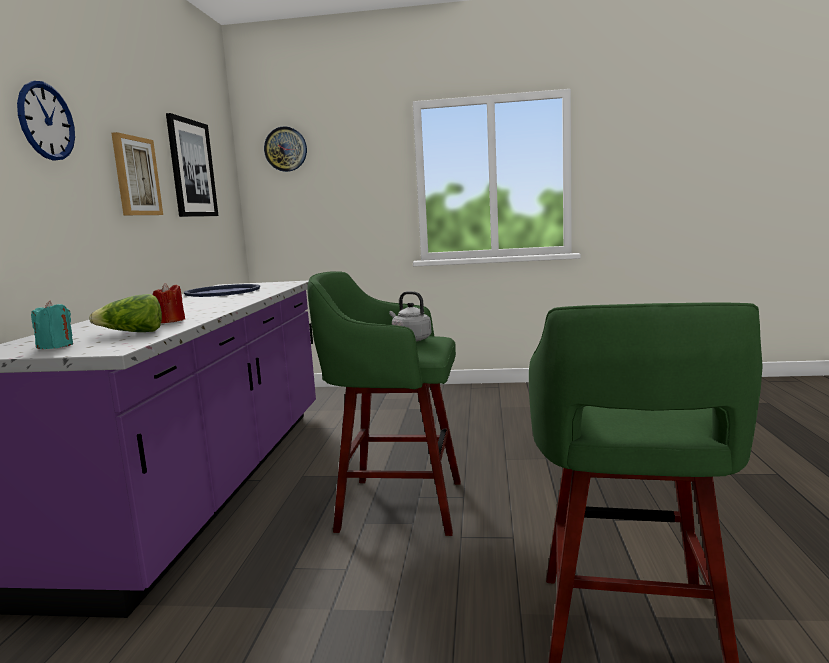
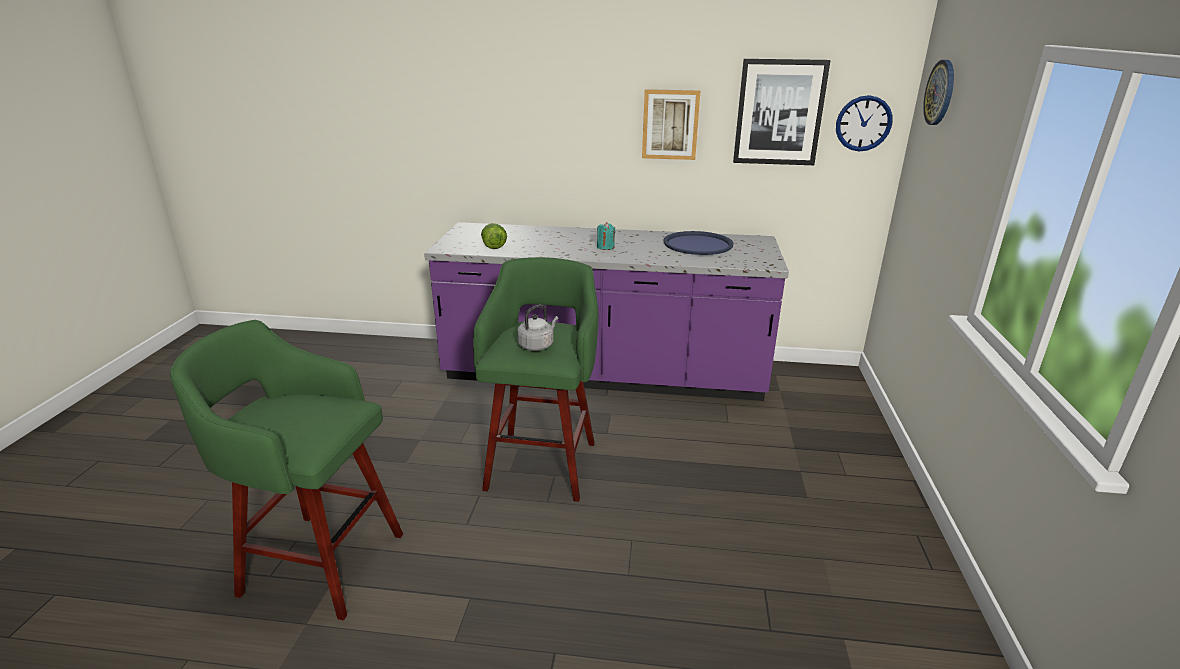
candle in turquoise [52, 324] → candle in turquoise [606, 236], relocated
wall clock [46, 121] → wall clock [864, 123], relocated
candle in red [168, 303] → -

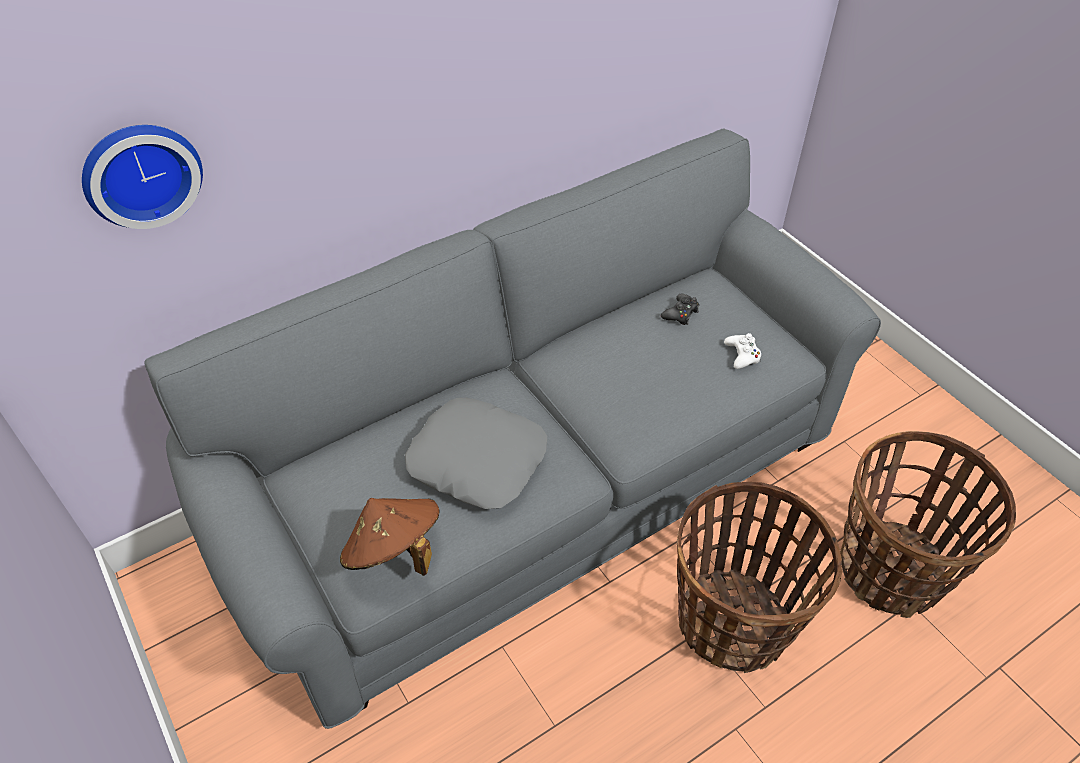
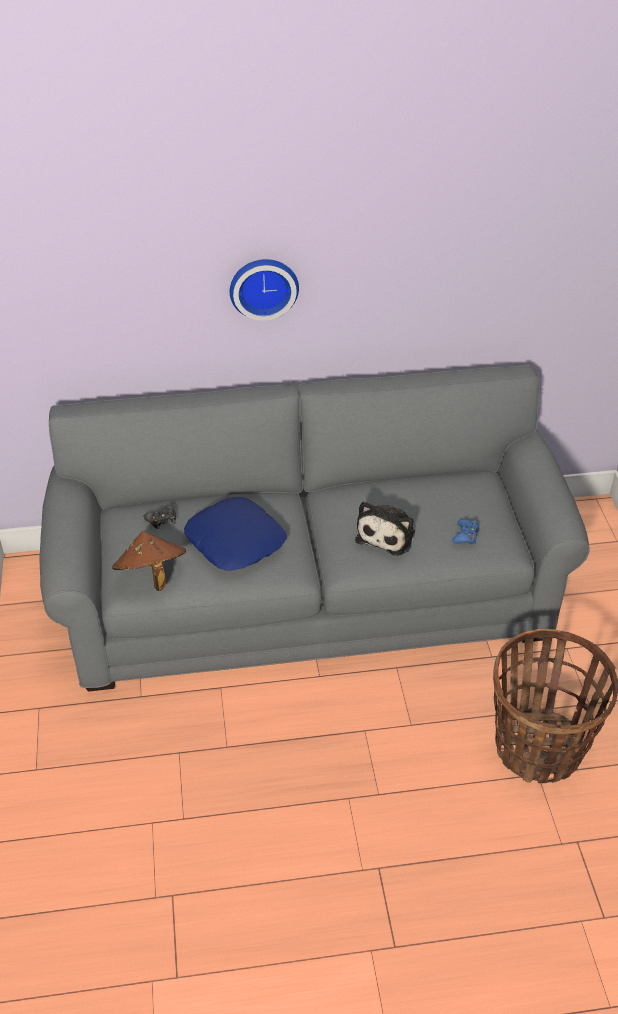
game controller in black [680, 309] → game controller in black [159, 517], relocated
pillow in grey [476, 453] → pillow in blue [235, 534]
wall clock [142, 177] → wall clock [264, 290], relocated
- → plush toy [385, 528]
game controller in white [742, 351] → game controller in blue [465, 531]
basket [759, 577] → -

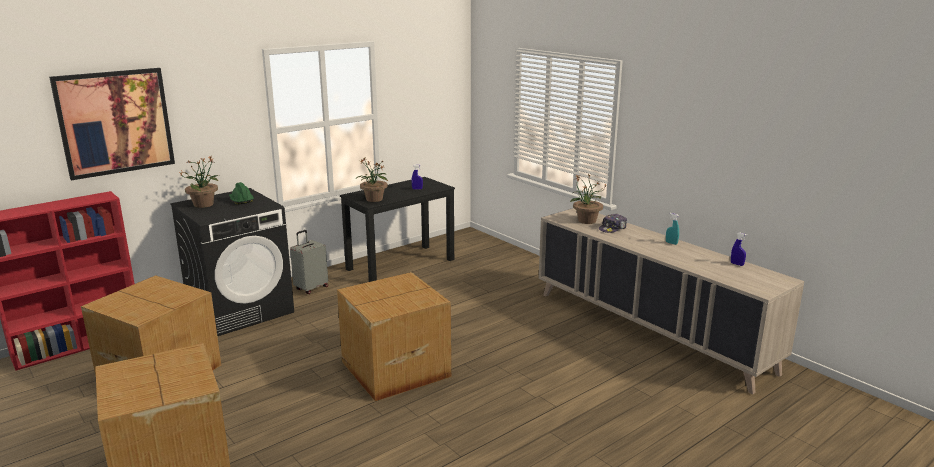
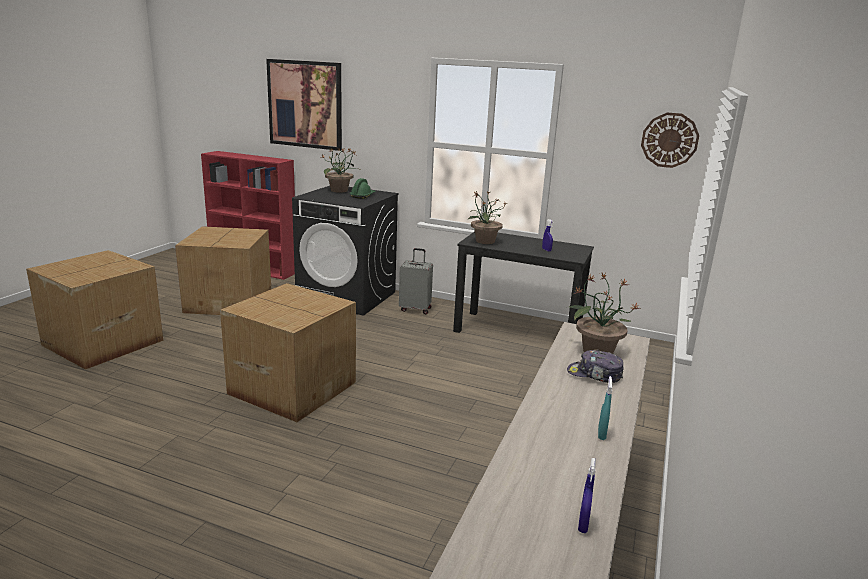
- → wall clock [670, 140]

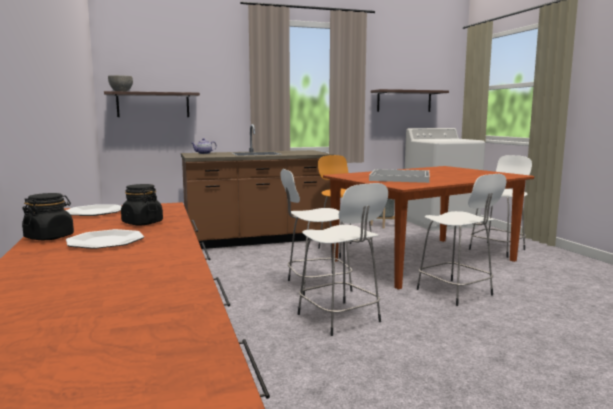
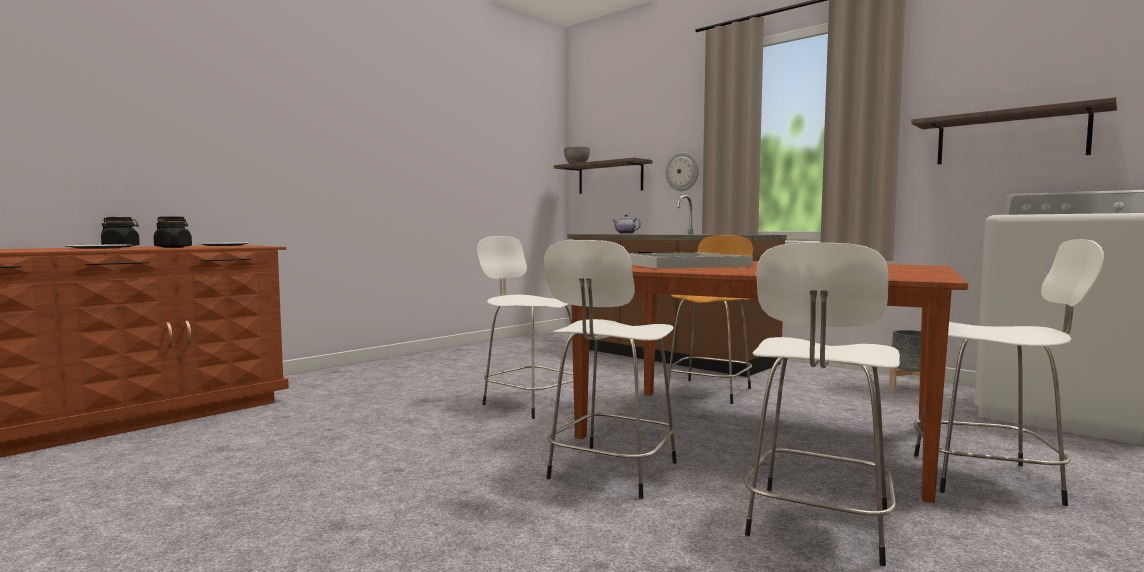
- → wall clock [682, 171]
stool in white [342, 259] → stool in white [822, 404], relocated

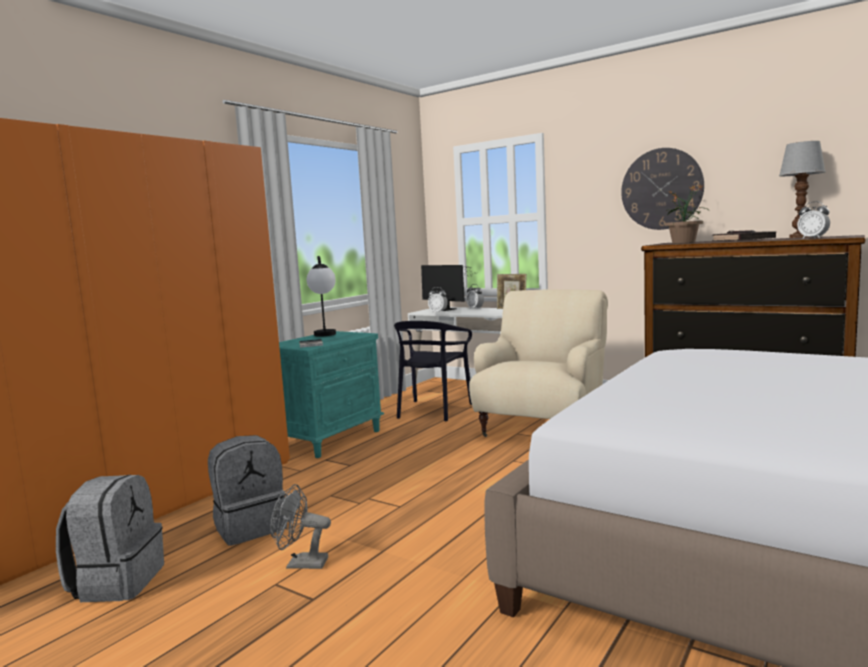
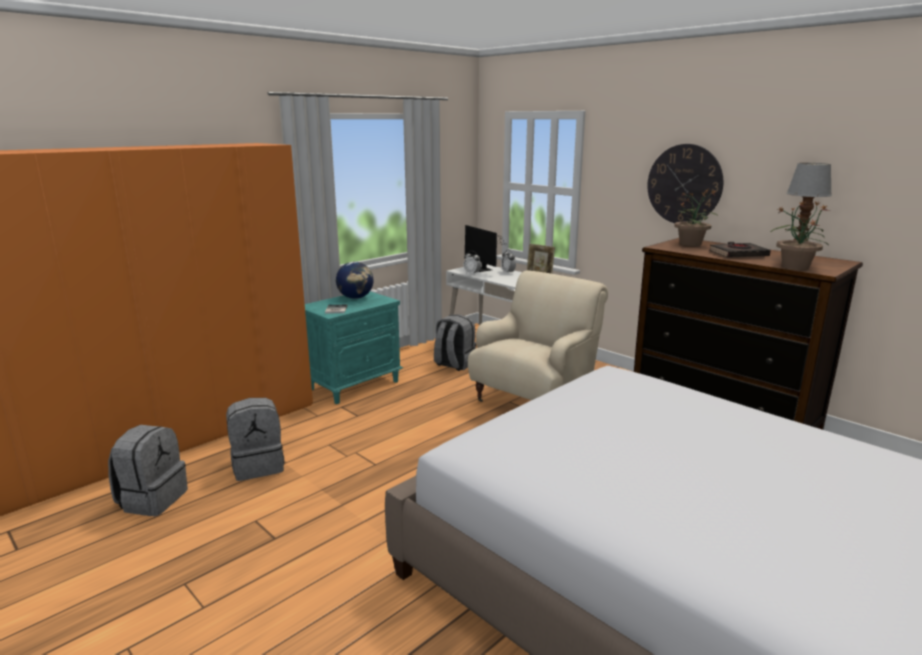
table lamp [321, 296] → globe [354, 280]
chair in black [433, 371] → backpack in grey [455, 342]
alarm clock [813, 220] → potted plant [800, 235]
fan in grey [300, 526] → -

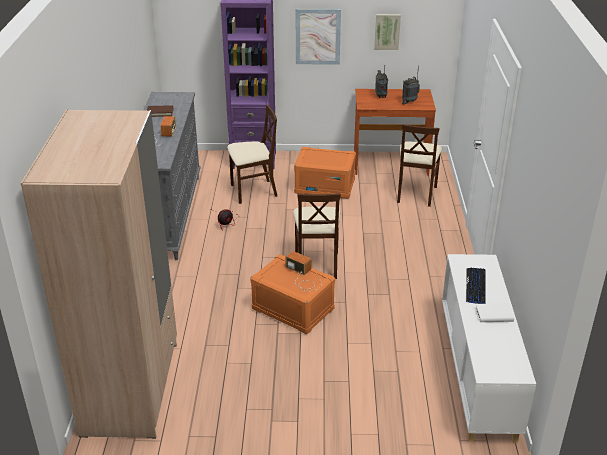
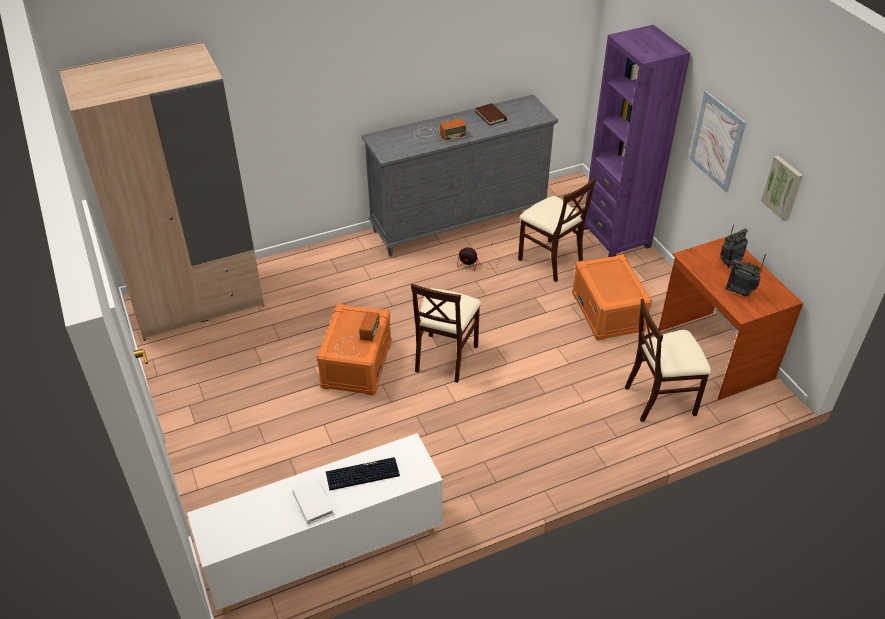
chair in beige [317, 236] → chair in beige [446, 333], 45 degrees counterclockwise

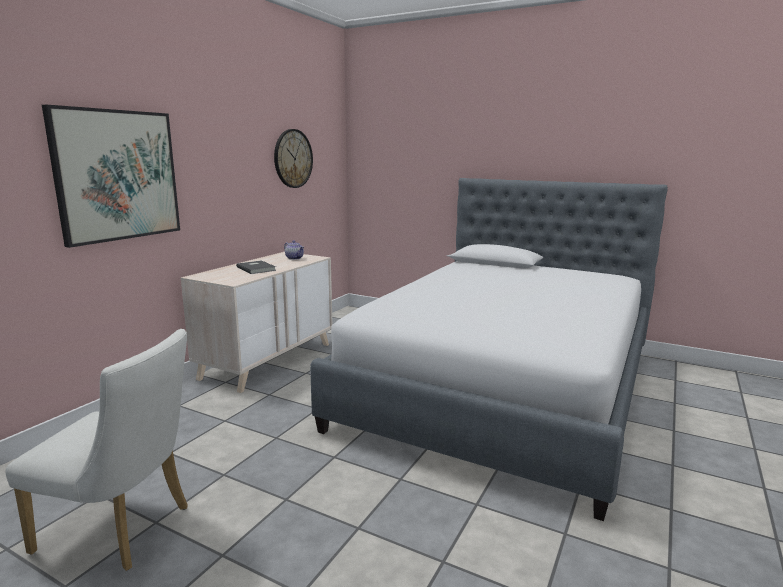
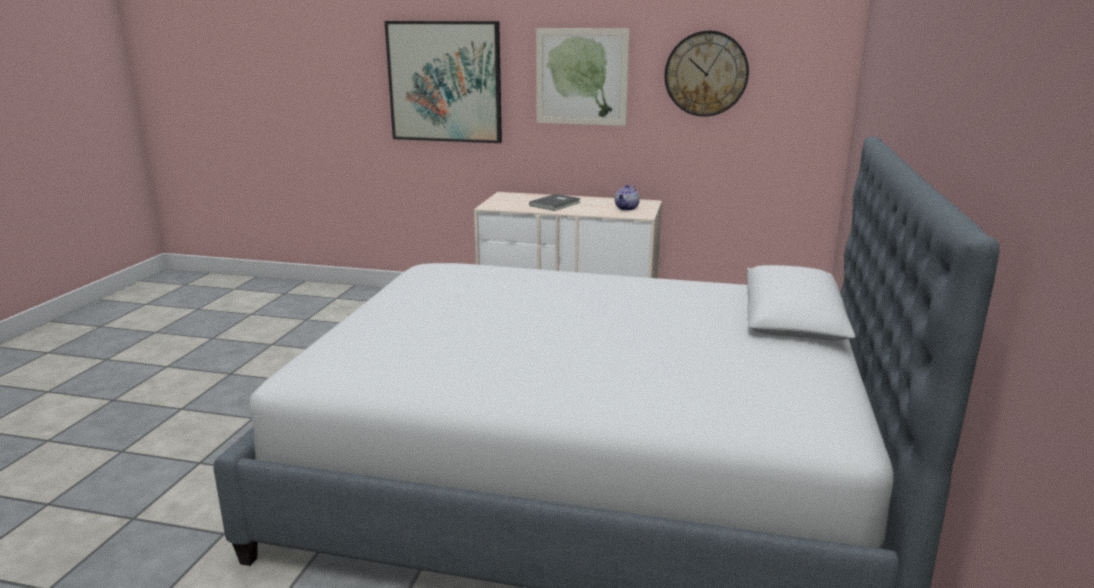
- → picture [583, 77]
chair in white [96, 450] → -

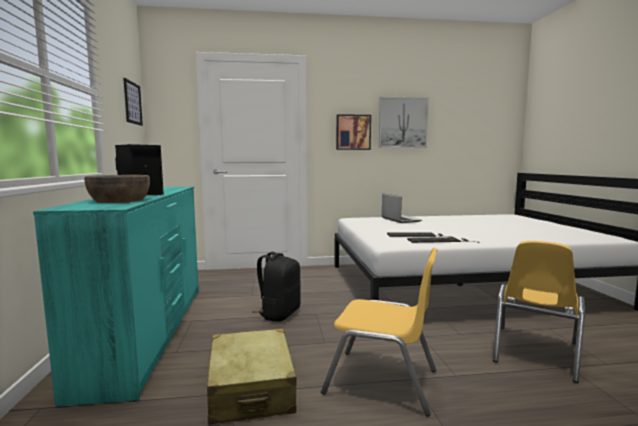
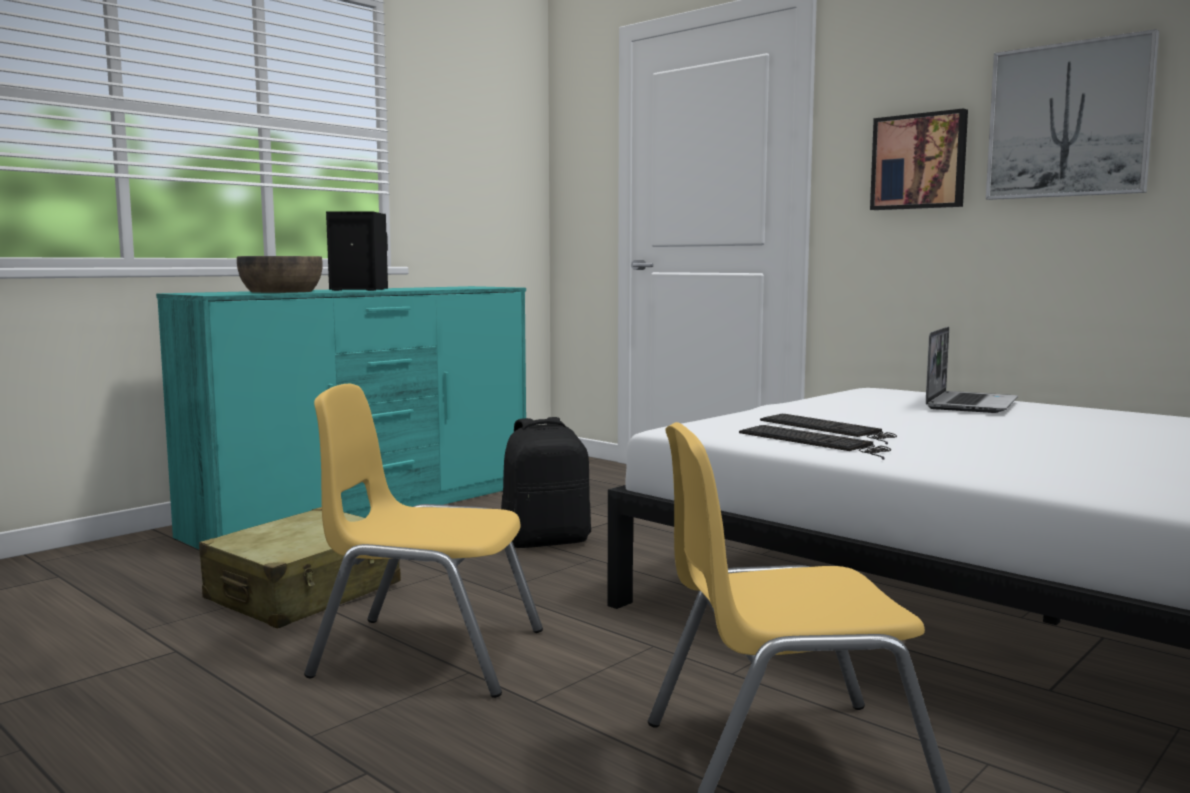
chair in yellow [379, 332] → chair in yellow [423, 541], 120 degrees clockwise
picture [133, 102] → -

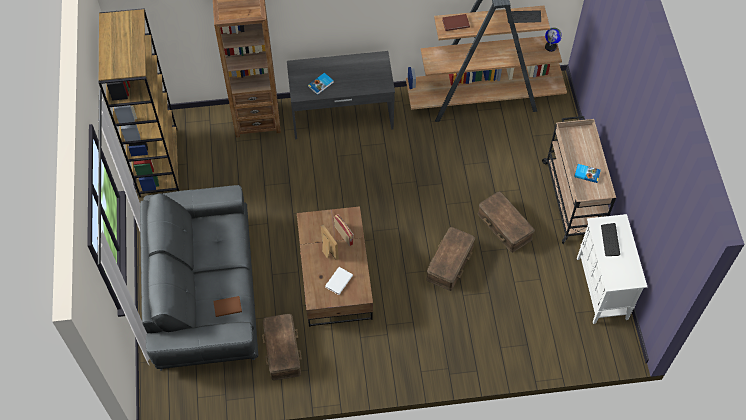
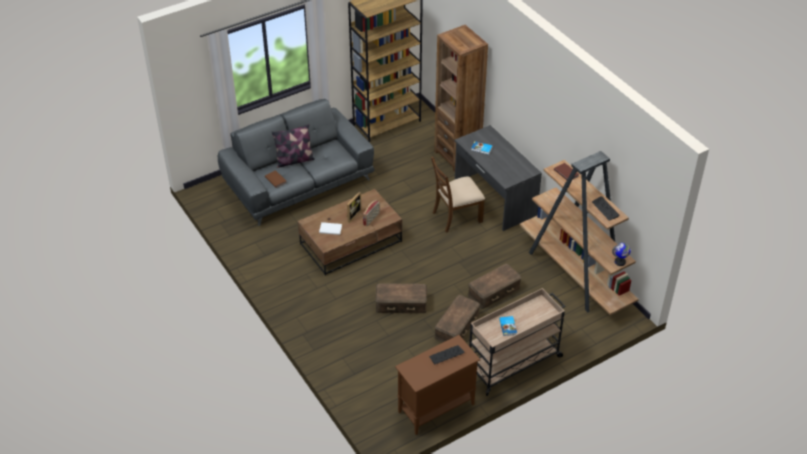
- → pillow [293, 146]
cabinet in white [612, 269] → cabinet in brown [437, 385]
- → chair in brown [458, 195]
storage box in brown [282, 347] → storage box in brown [495, 286], relocated

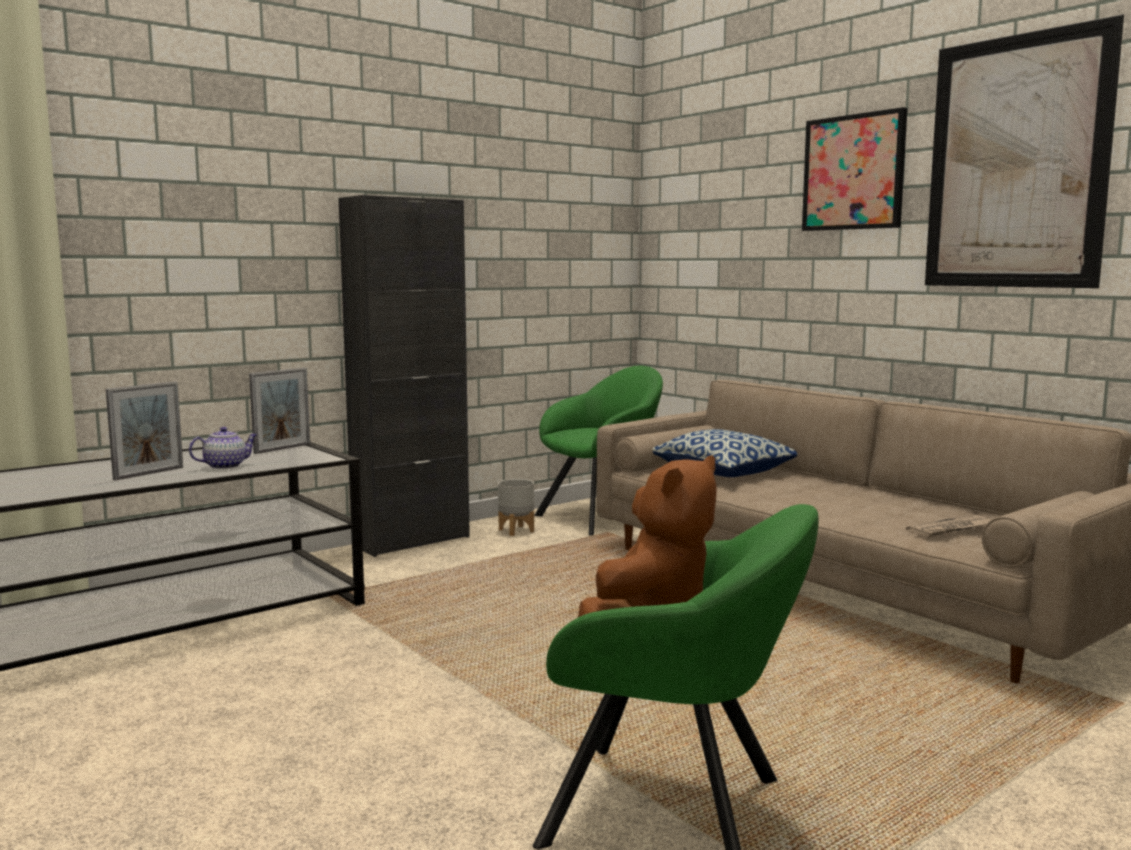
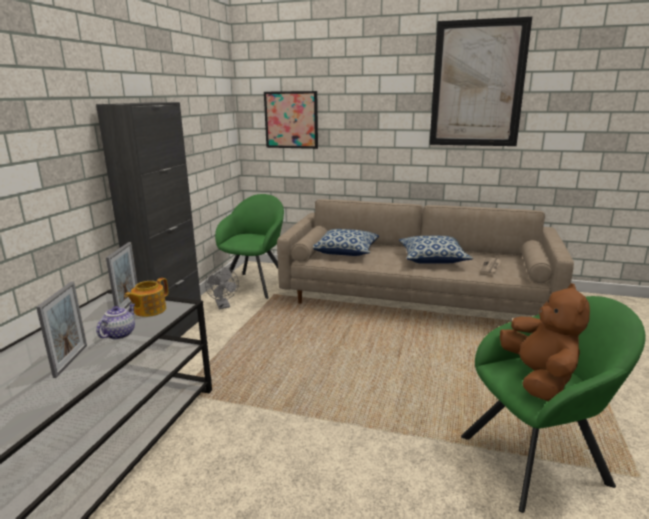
- → teapot [146, 297]
planter in grey [516, 507] → fan in grey [222, 288]
picture [854, 169] → picture [291, 120], relocated
- → pillow [436, 250]

